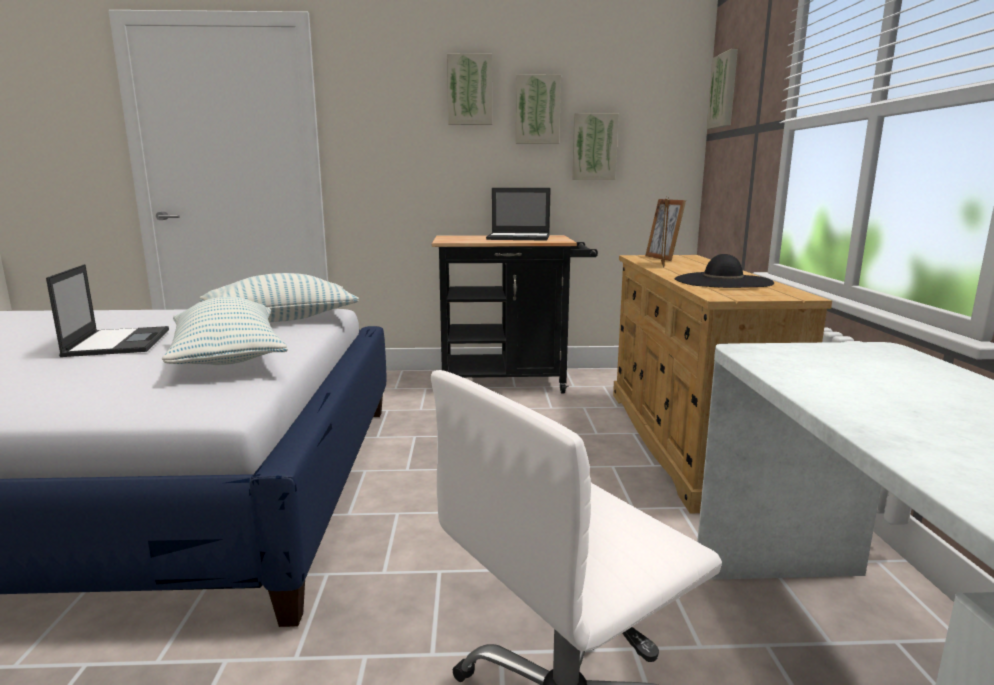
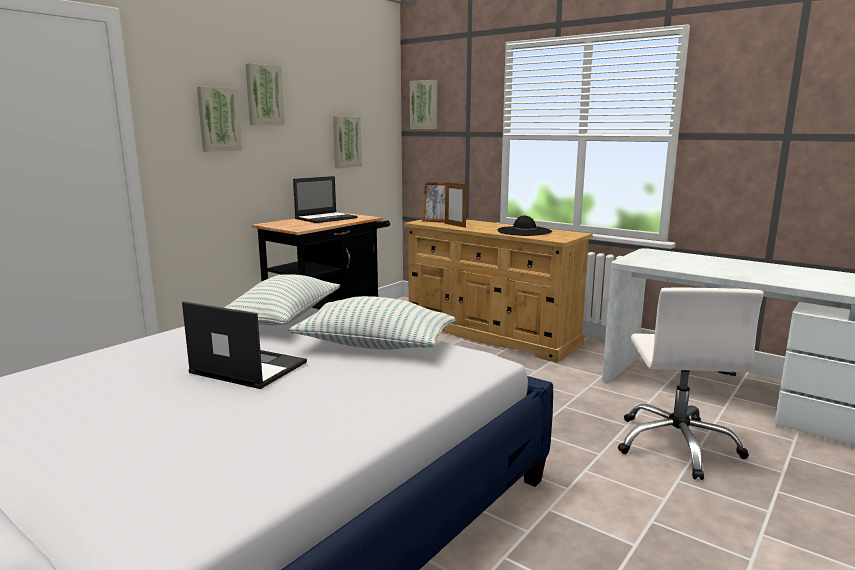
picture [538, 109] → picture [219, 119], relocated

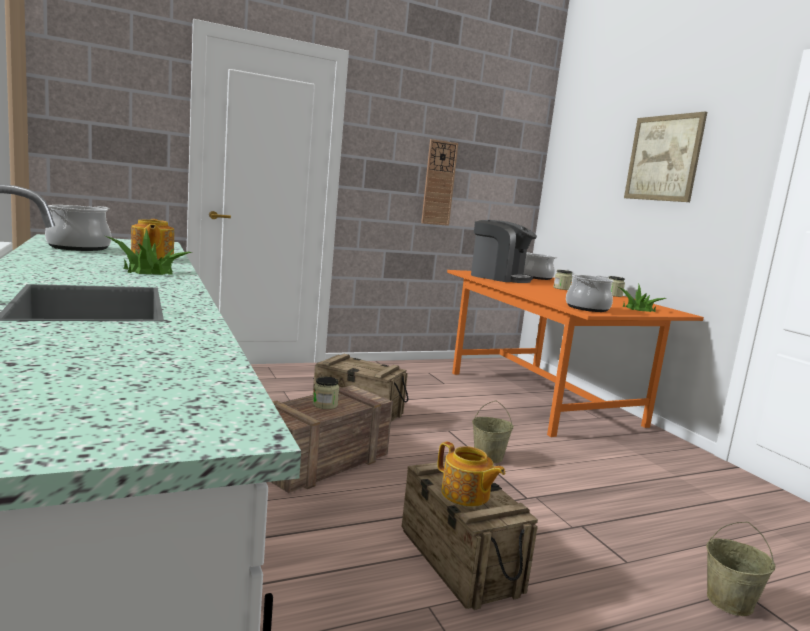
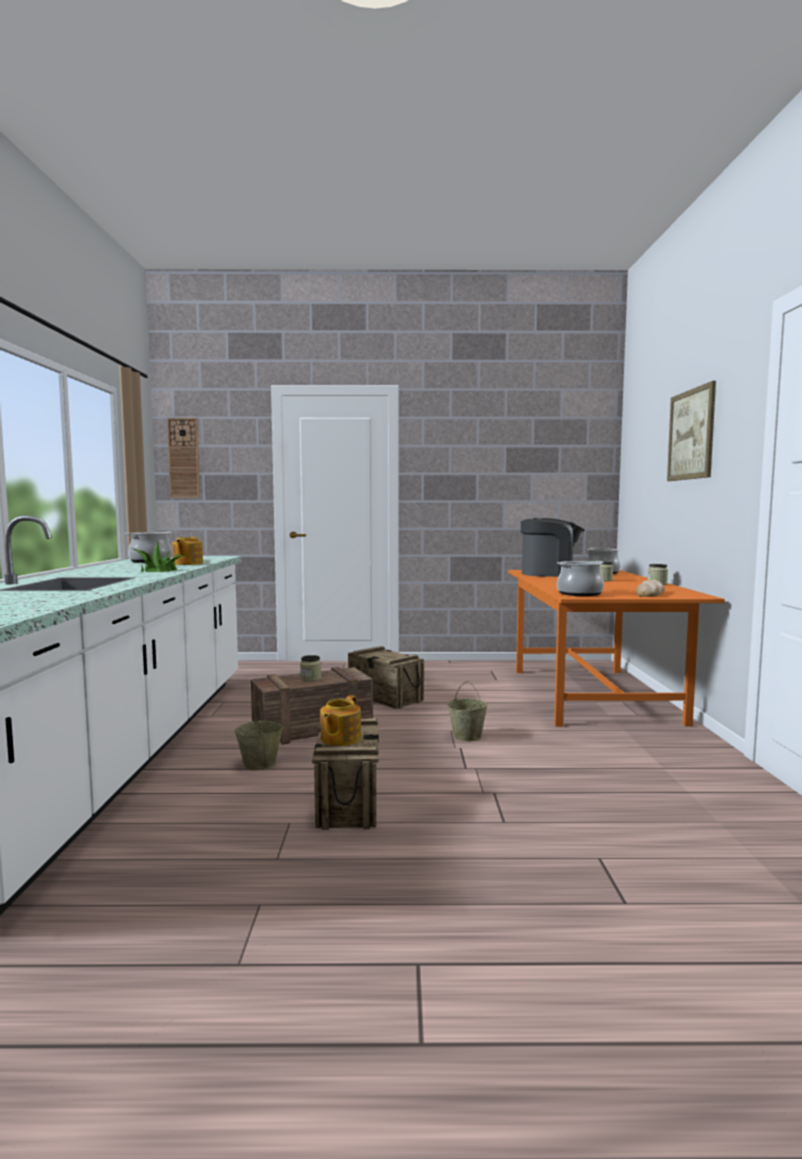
wall clock [439, 182] → wall clock [183, 458], relocated
bucket in beige [740, 569] → bucket in beige [259, 736], relocated
teapot [471, 474] → teapot [340, 720], 45 degrees clockwise
coffee machine [504, 251] → coffee machine [553, 547], 45 degrees counterclockwise
potted plant [643, 297] → bread [650, 588]

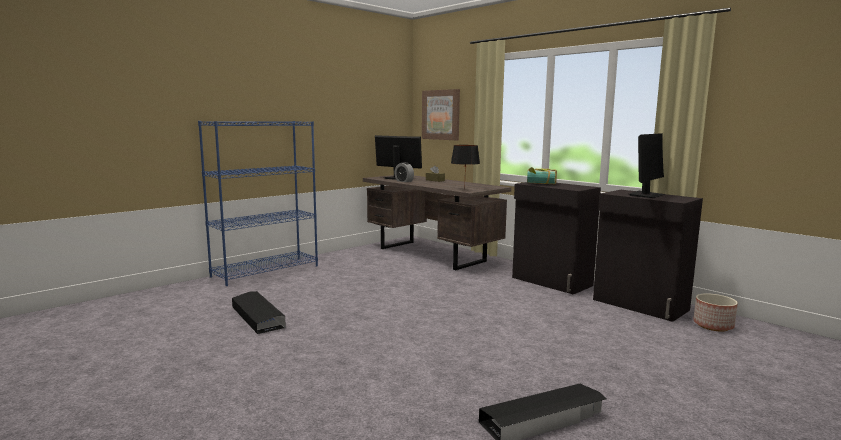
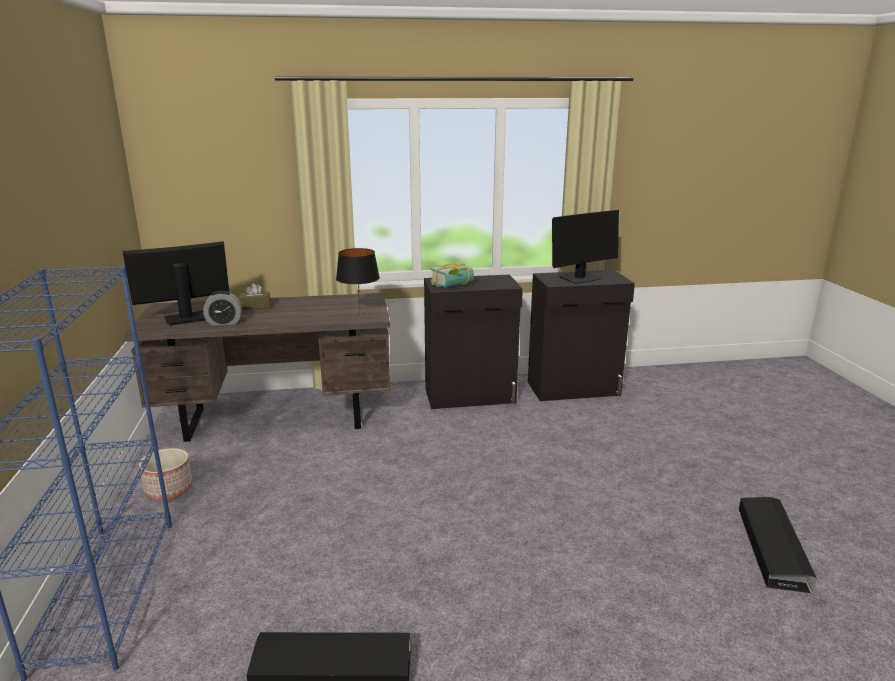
planter [715, 312] → planter [166, 474], relocated
monitor [647, 165] → monitor [585, 247], 75 degrees clockwise
picture [441, 114] → -

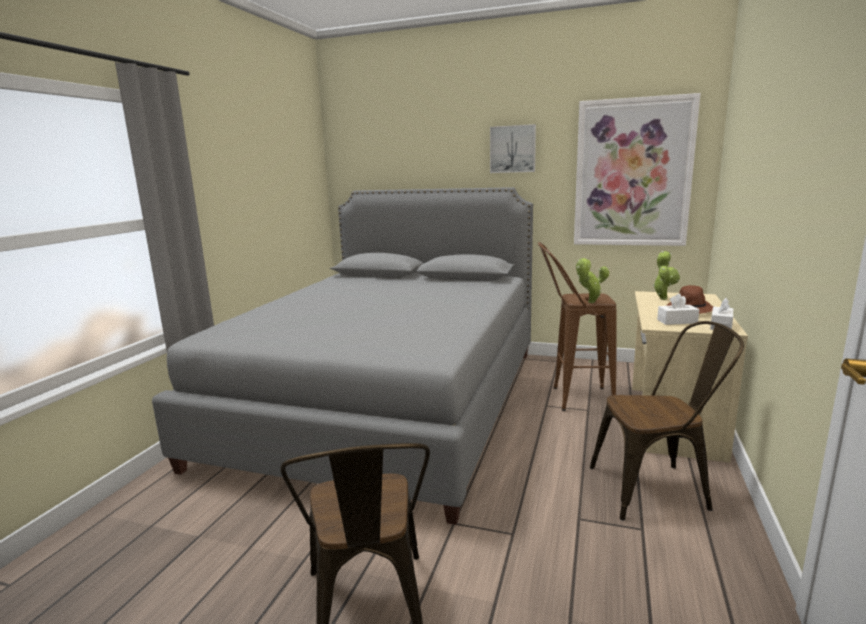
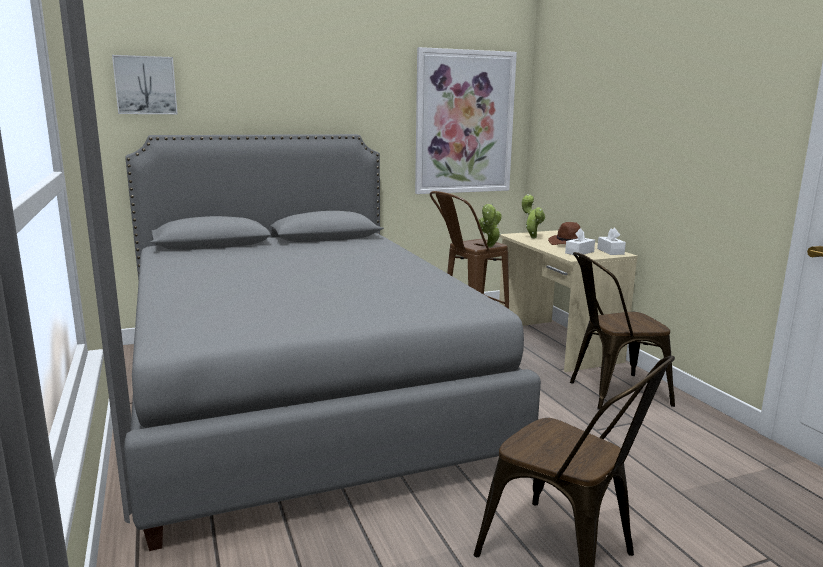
picture [513, 148] → picture [145, 84], relocated
chair in brown [667, 421] → chair in brown [622, 331], 150 degrees counterclockwise

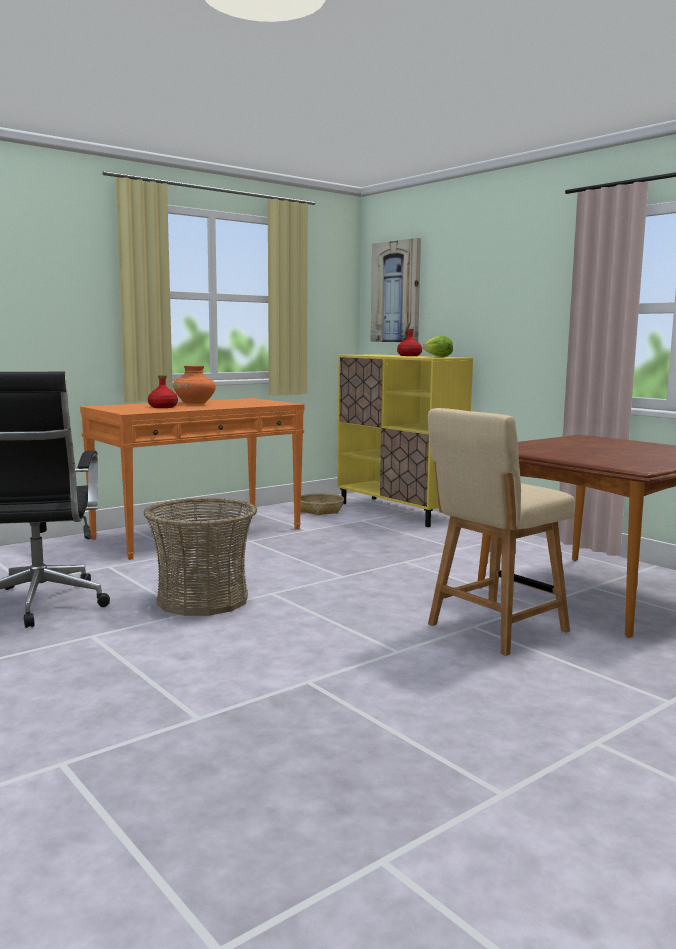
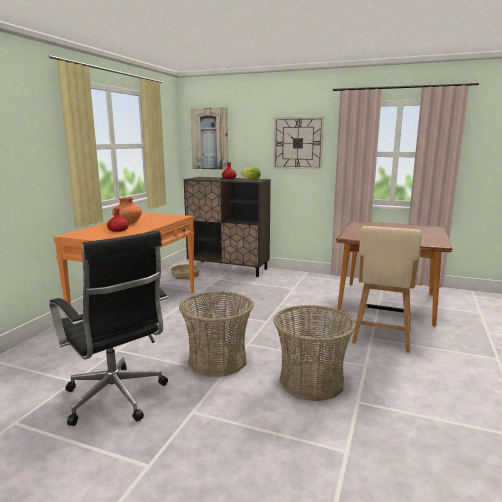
cabinet in yellow [405, 441] → cabinet in brown [227, 227]
- → wall clock [298, 143]
- → basket [315, 353]

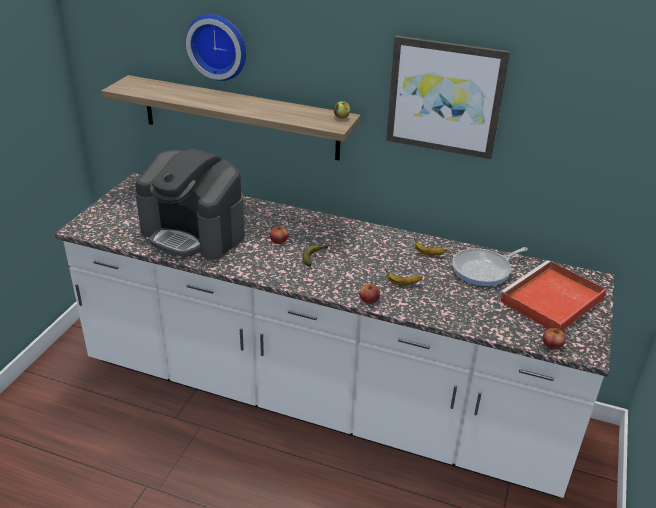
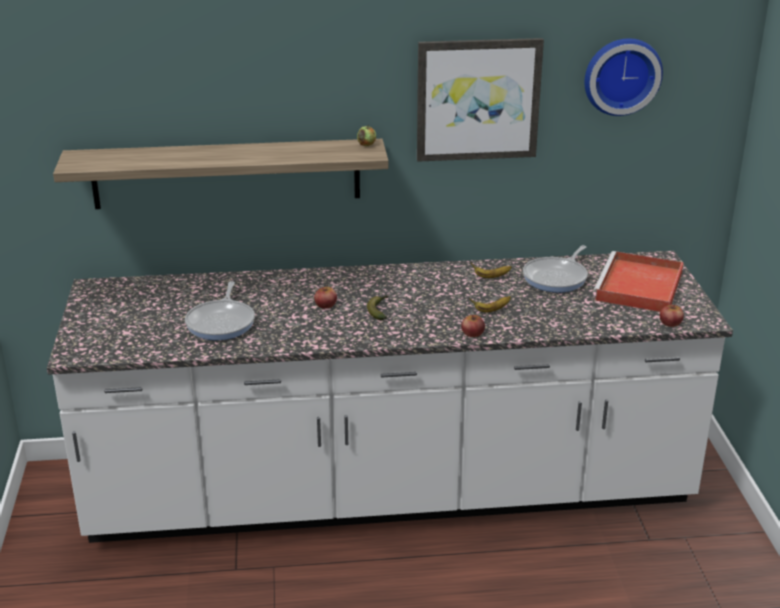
coffee machine [190, 204] → frying pan [220, 310]
wall clock [216, 47] → wall clock [623, 77], relocated

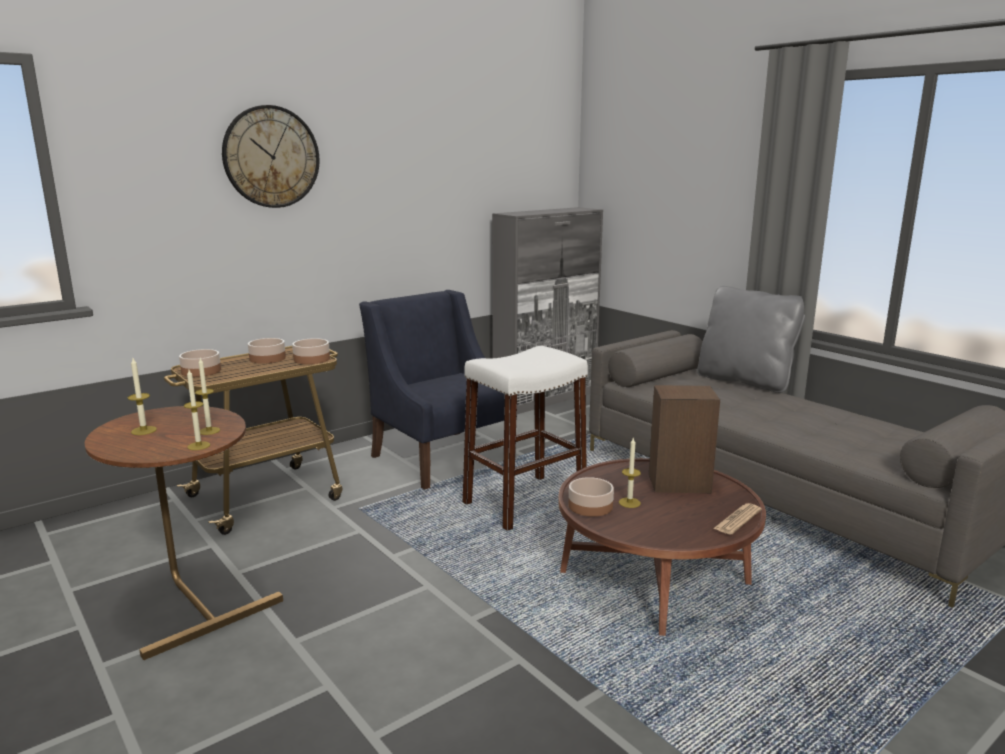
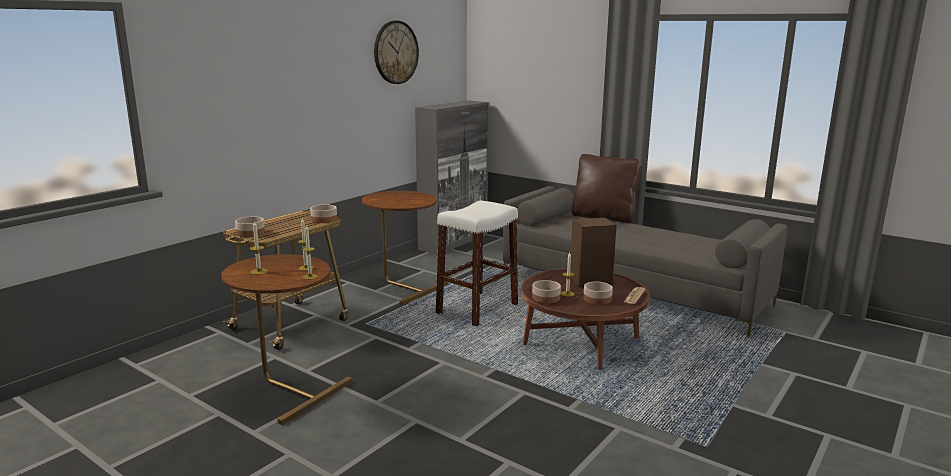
armchair in blue [432, 390] → side table in brown [405, 248]
wall clock [270, 156] → wall clock [396, 52], relocated
pillow in grey [751, 339] → pillow in brown [606, 188]
bowl [267, 351] → bowl [598, 293], relocated

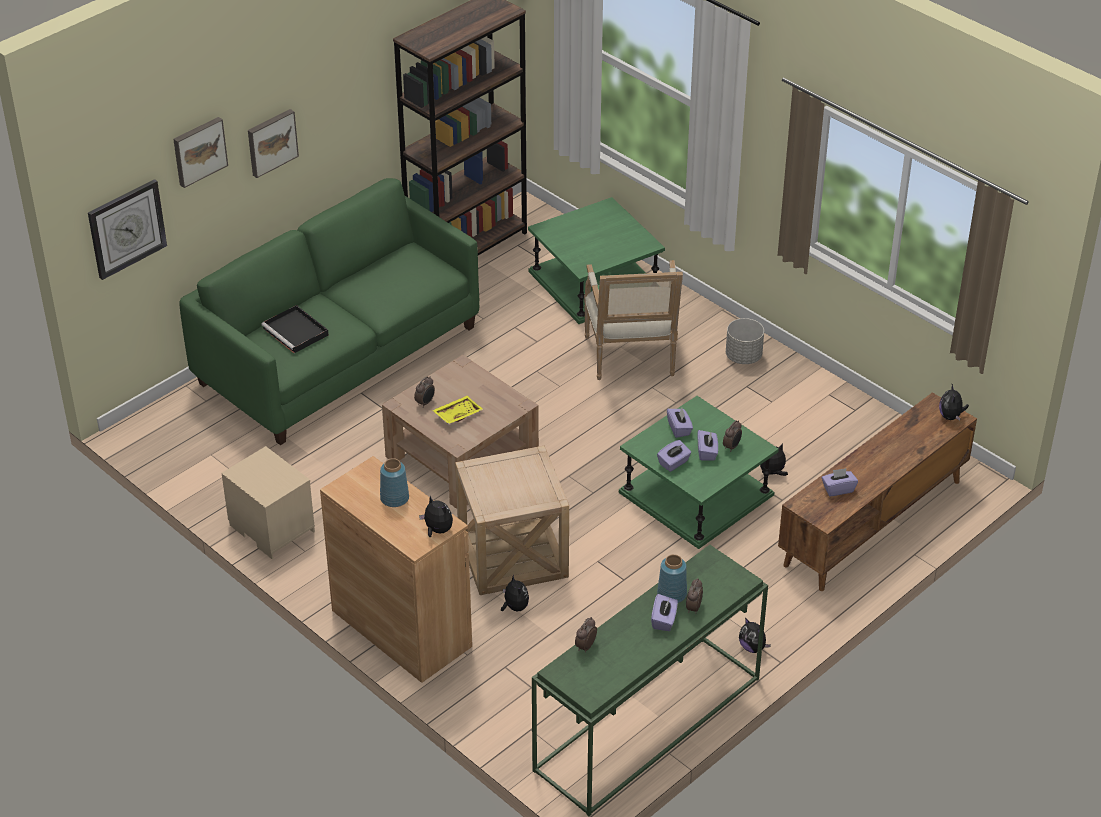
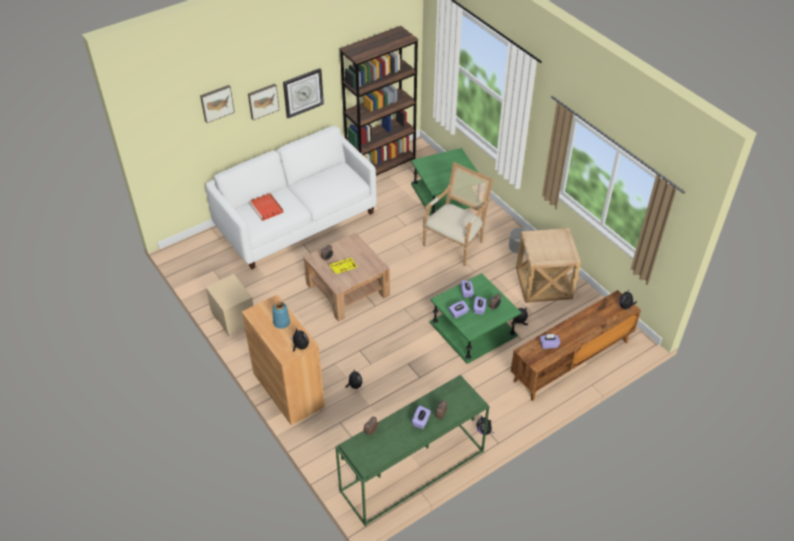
sofa in green [330, 311] → sofa in white [291, 197]
tray in black [295, 329] → tray in red [266, 207]
wall clock [127, 229] → wall clock [303, 93], relocated
armchair [633, 320] → armchair [458, 214], 150 degrees counterclockwise
side table in beige [512, 520] → side table in beige [548, 265], relocated
vase in blue [672, 578] → -

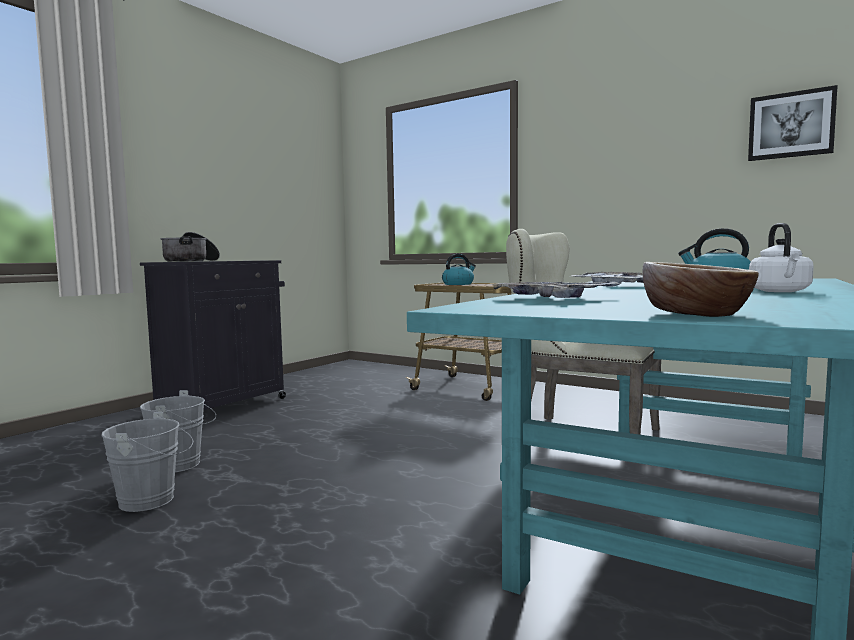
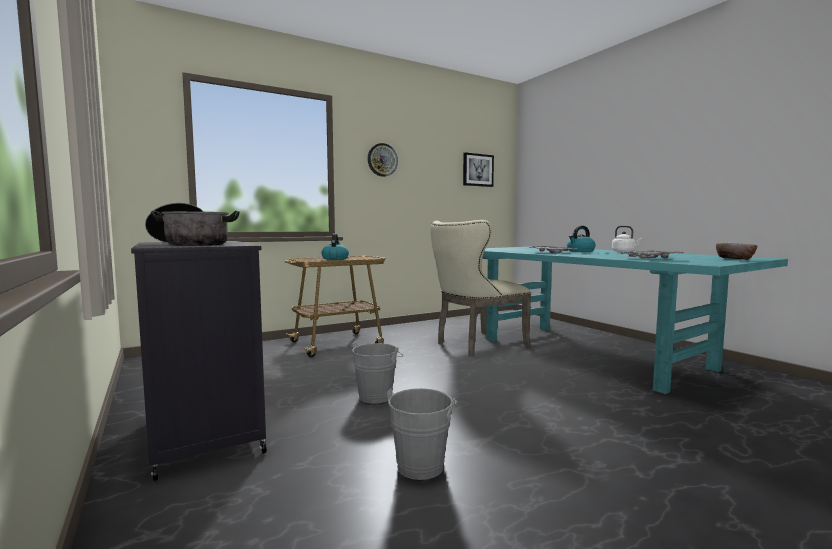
bucket in grey [147, 462] → bucket in grey [377, 373], relocated
- → wall clock [383, 160]

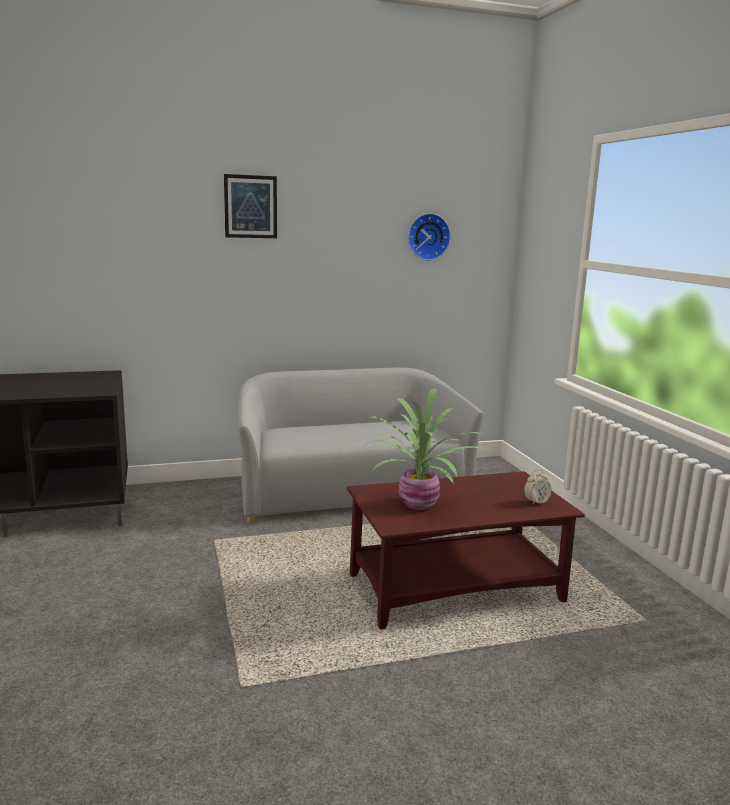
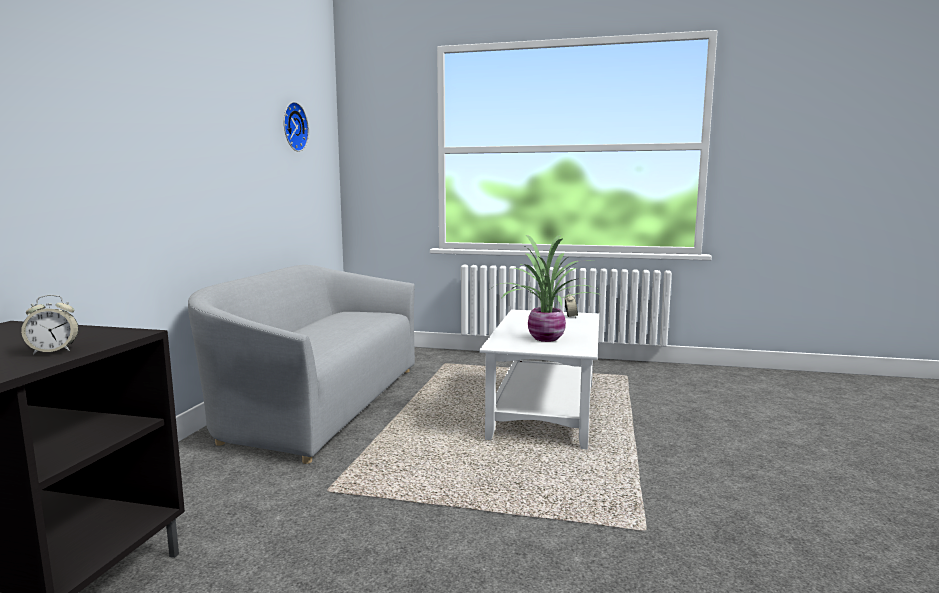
- → alarm clock [49, 325]
coffee table in brown [466, 550] → coffee table in white [539, 379]
picture [250, 206] → -

